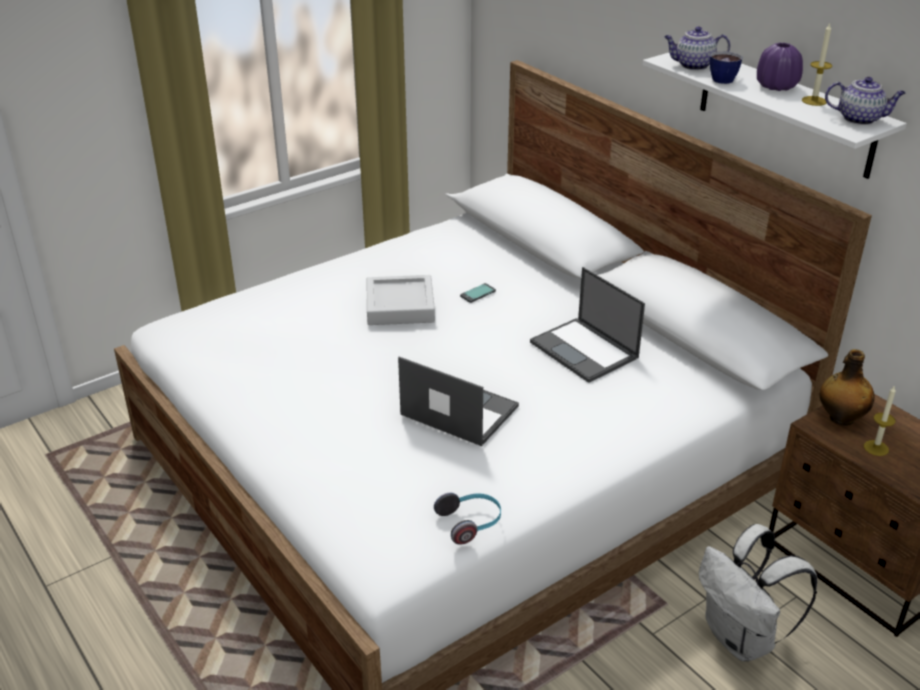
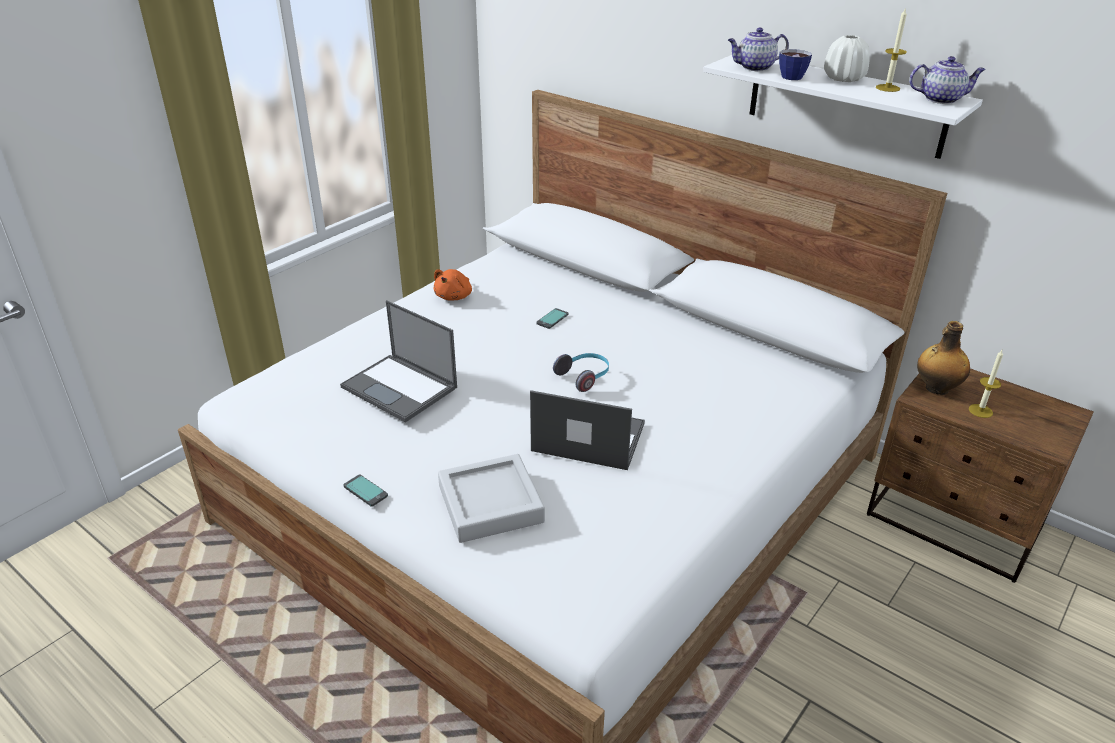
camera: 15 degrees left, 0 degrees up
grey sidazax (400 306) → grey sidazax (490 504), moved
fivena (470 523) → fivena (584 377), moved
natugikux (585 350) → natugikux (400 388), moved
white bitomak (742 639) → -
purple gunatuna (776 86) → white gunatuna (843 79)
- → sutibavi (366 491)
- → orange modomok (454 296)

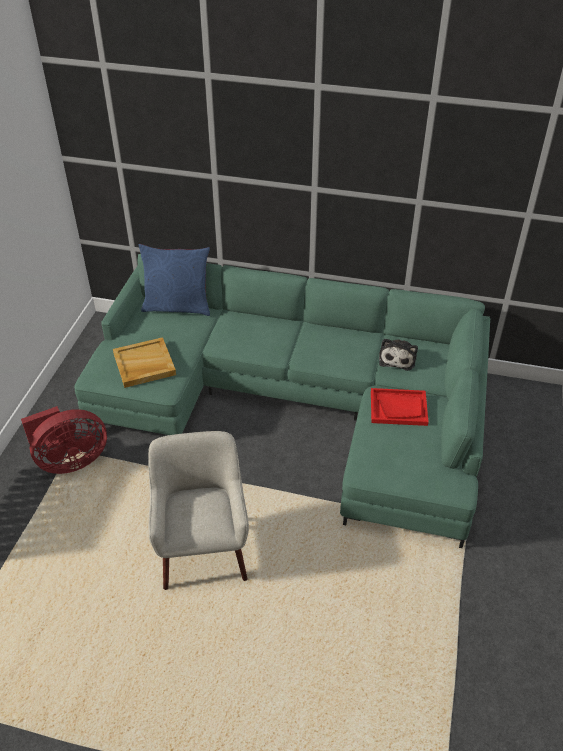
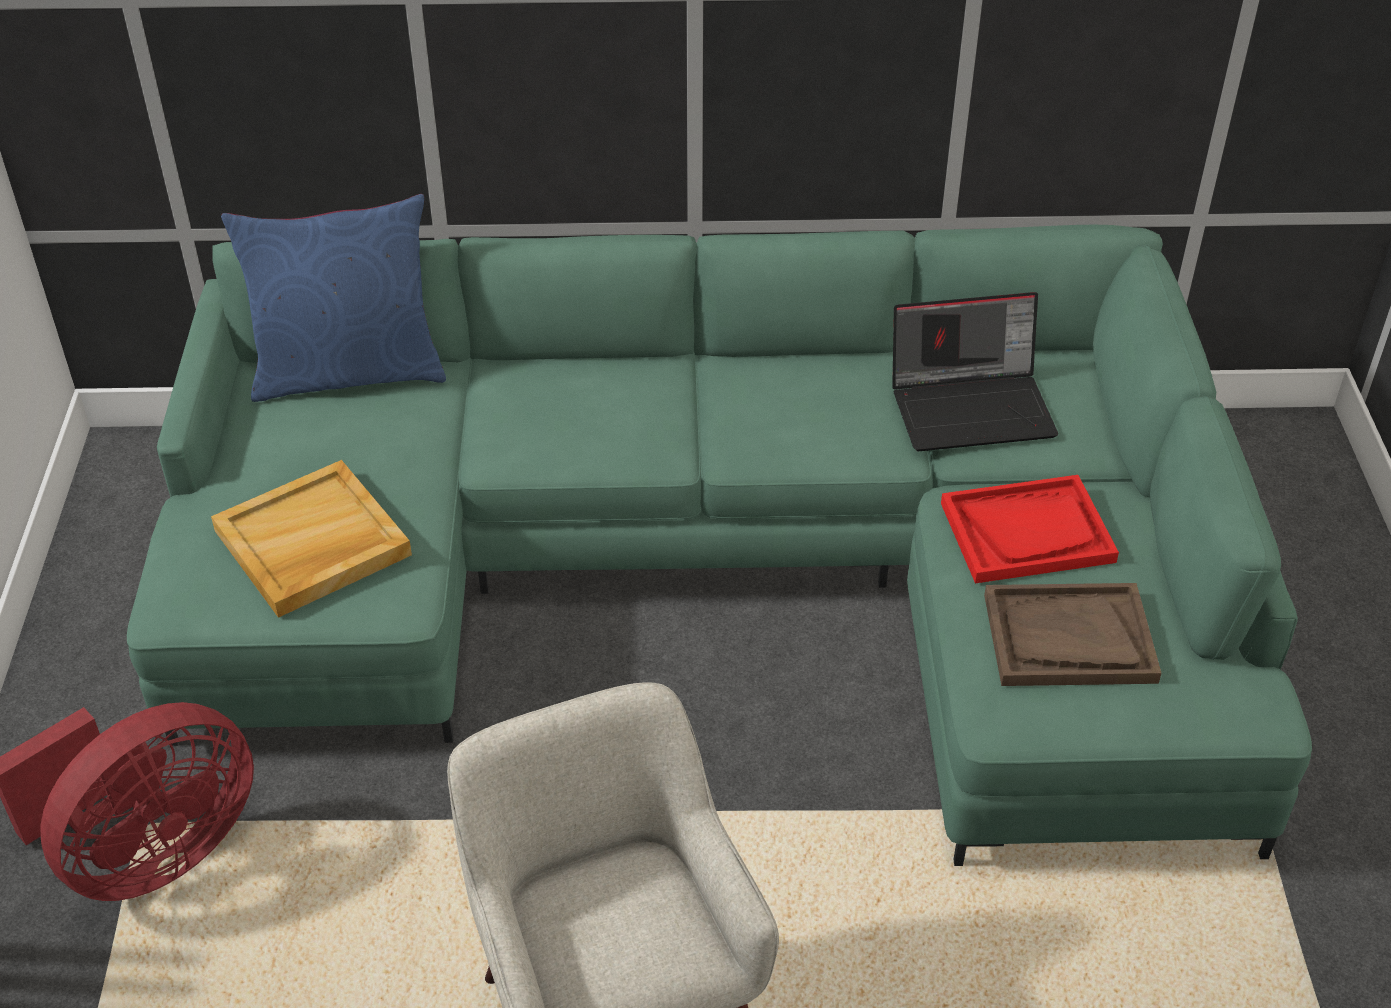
camera: 15 degrees left, 0 degrees up
modomok (397 358) → natugikux (972 406)
- → brown sidazax (1068 638)

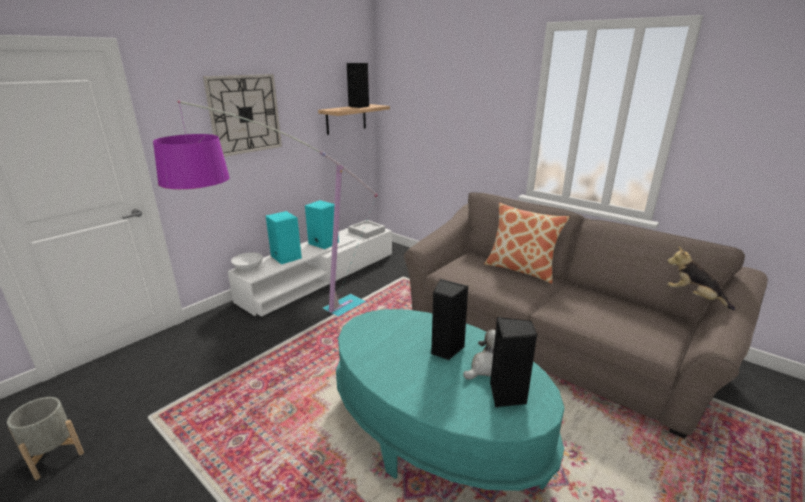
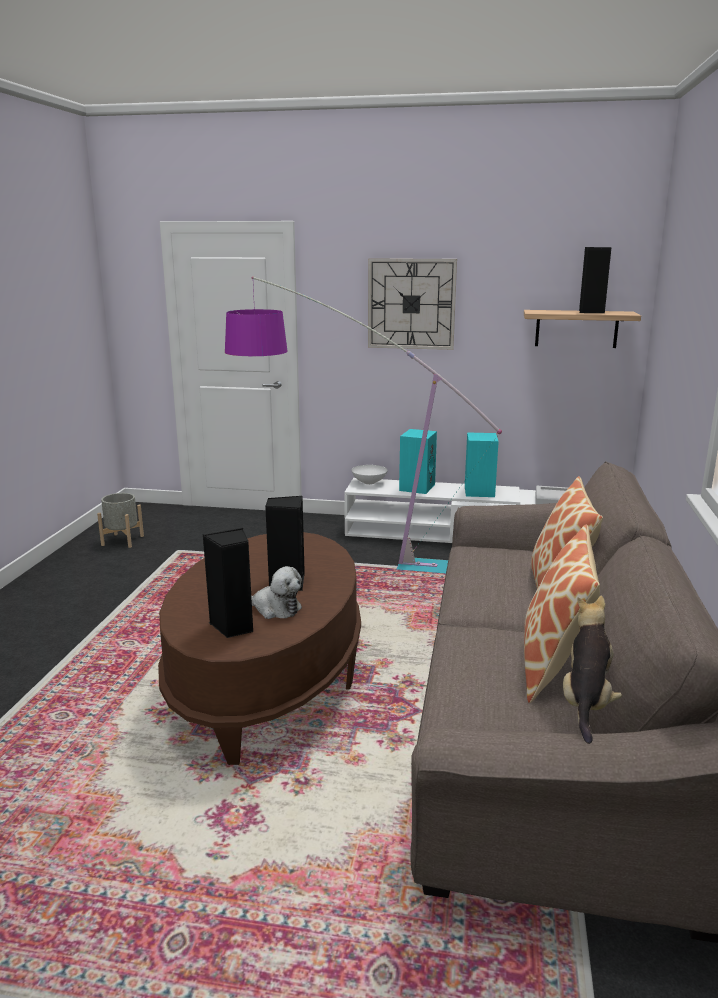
camera: 60 degrees right, 5 degrees down
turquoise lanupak (436 429) → brown lanupak (268 678)
- → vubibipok (553 665)

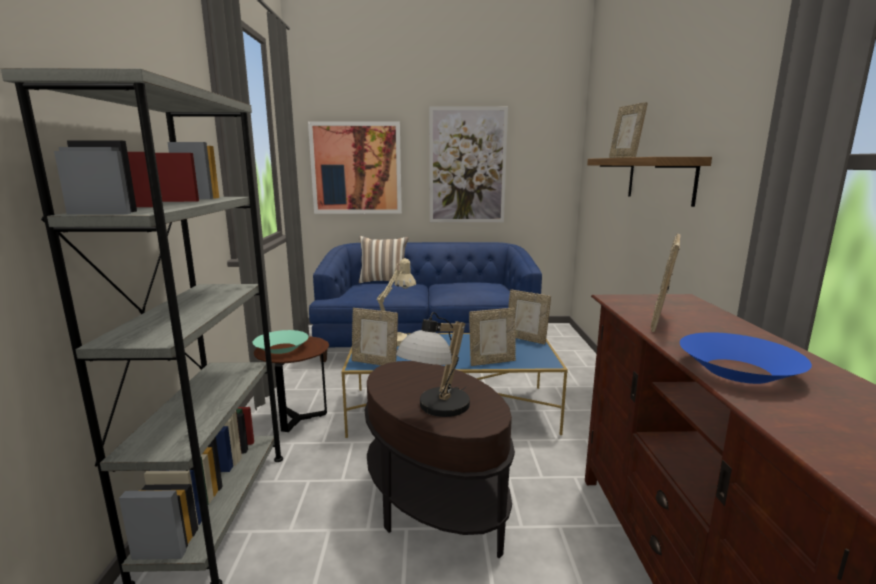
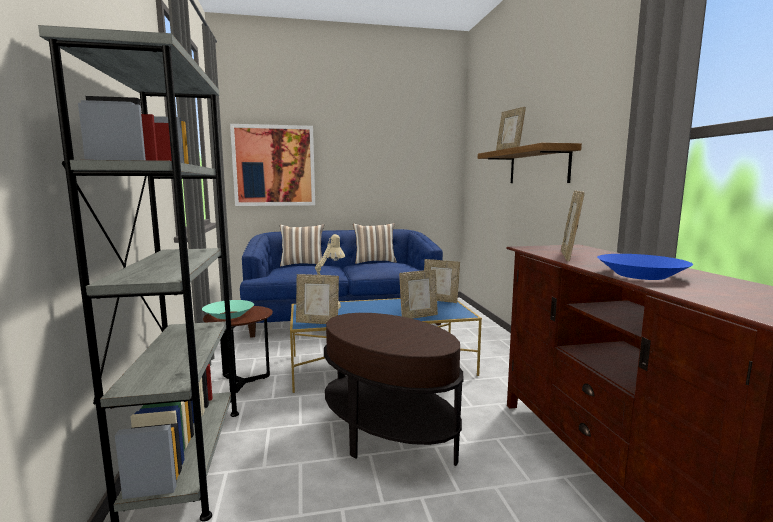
camera: 10 degrees left, 5 degrees down
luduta (436 410) → -
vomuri (467 166) → -
- → vubibipok (375 261)

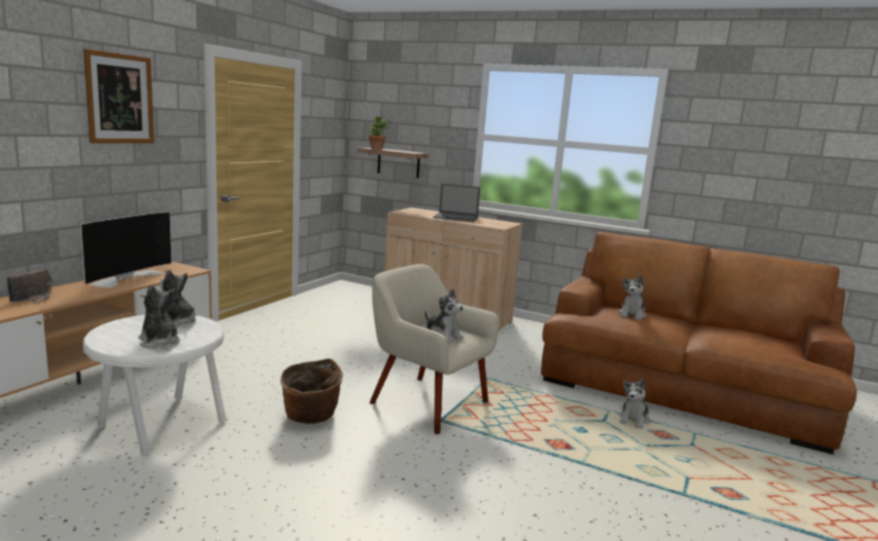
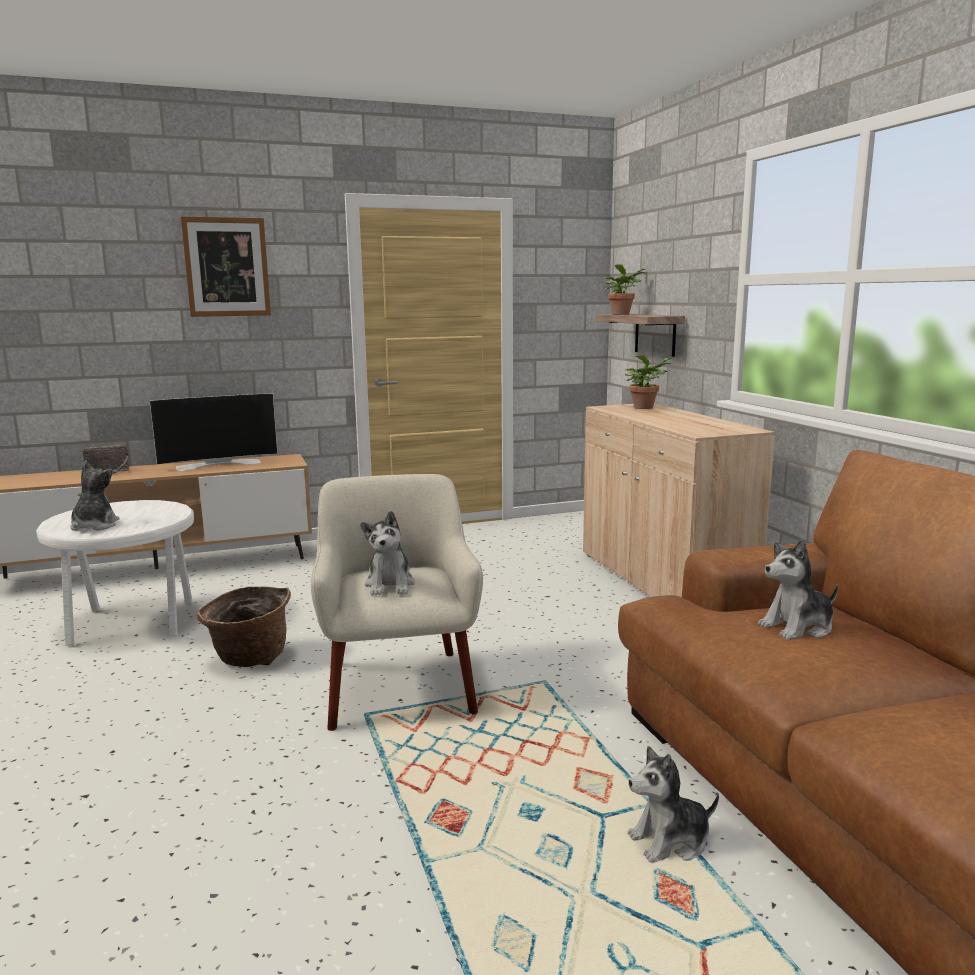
camera: 45 degrees right, 0 degrees up
modomok (176 322) → -
natugikux (456 218) → -
- → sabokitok (645 407)

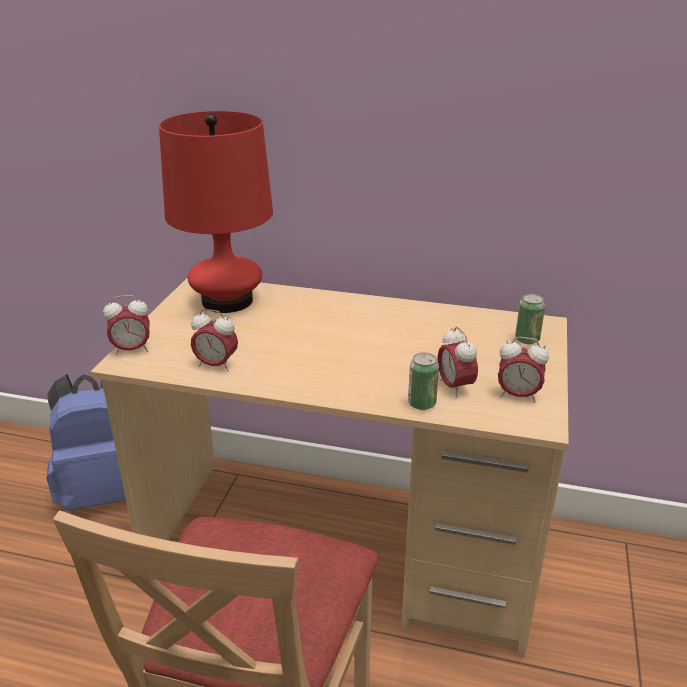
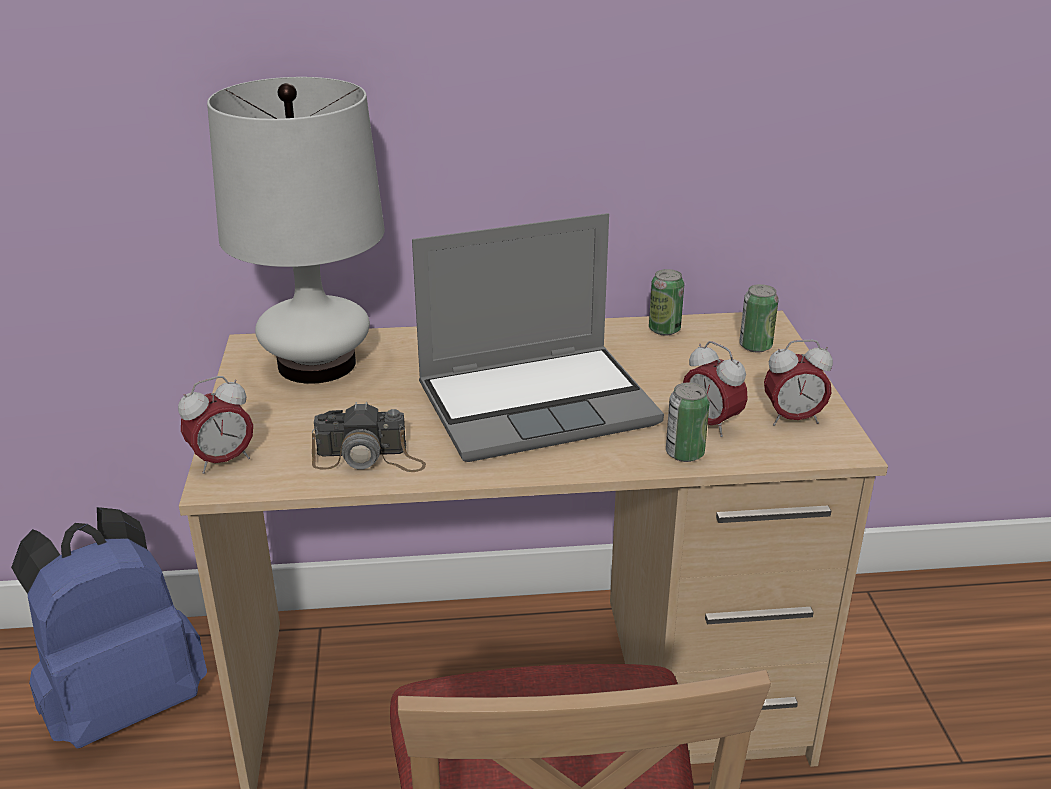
camera: 20 degrees left, 0 degrees up
red luduta (227 301) → white luduta (317 364)
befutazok (216 365) → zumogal (369 458)
- → natugikux (538 403)
- → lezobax (664 330)

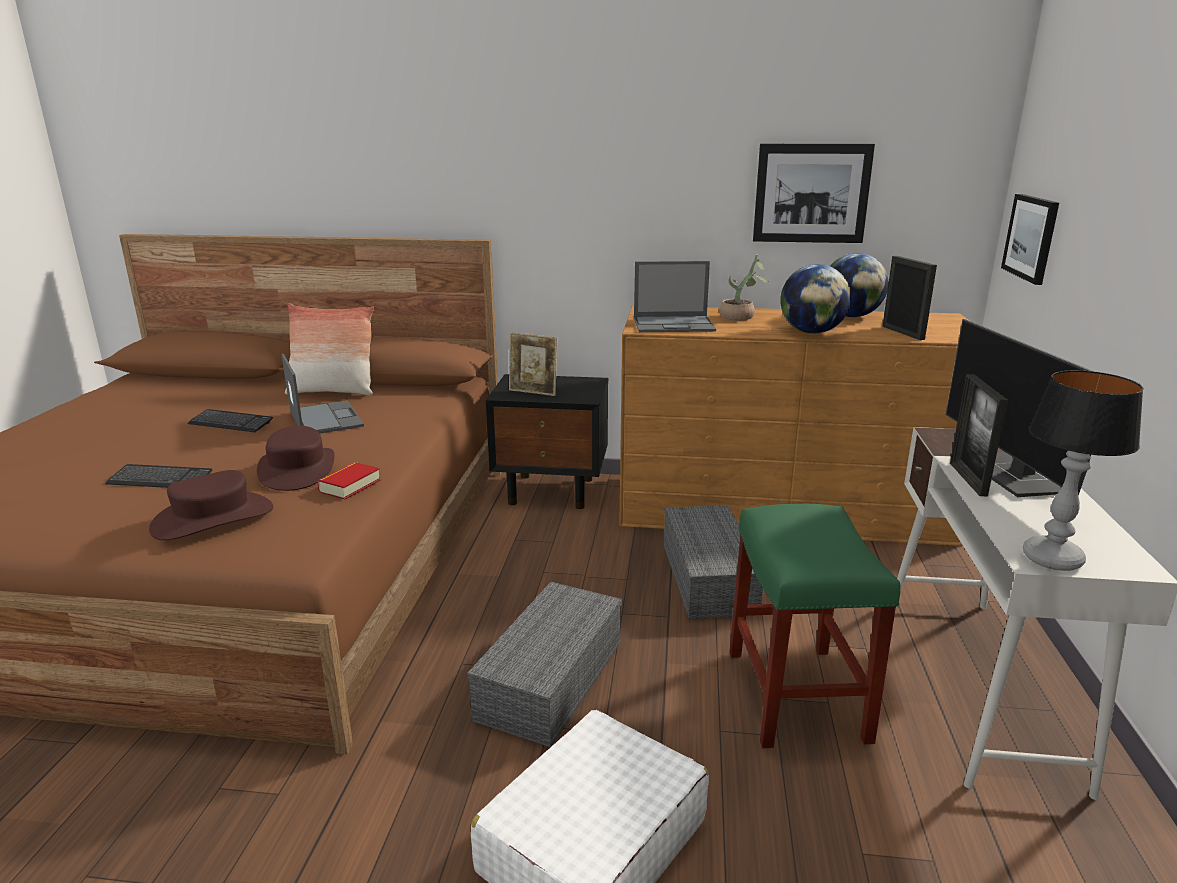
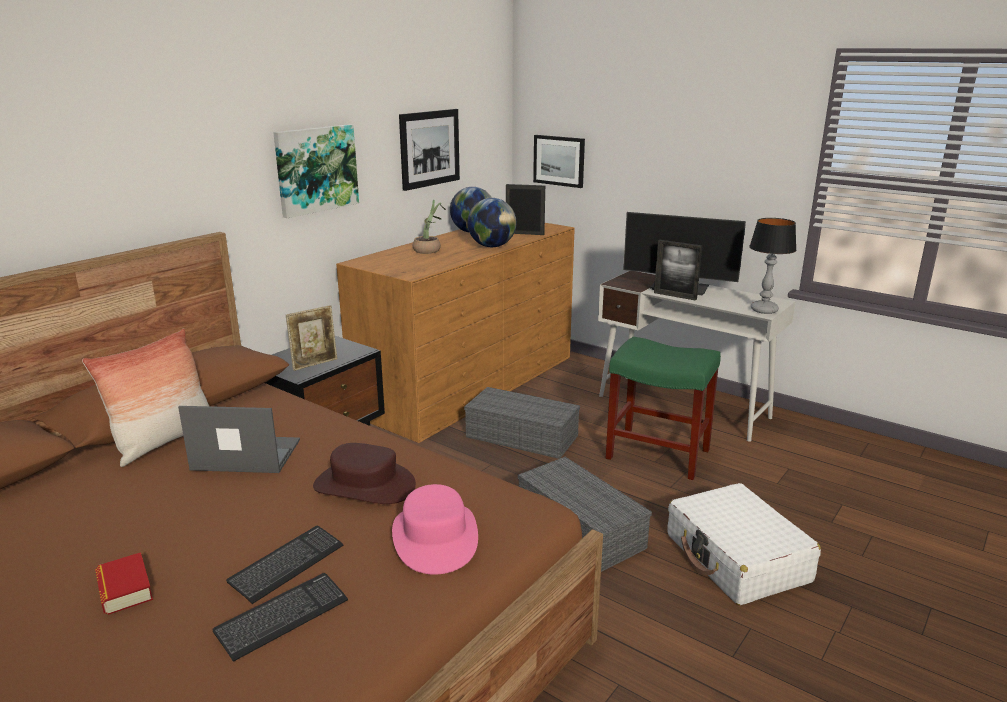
camera: 60 degrees left, 0 degrees up
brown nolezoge (213 518) → pink nolezoge (435 537)
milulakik (231 423) → milulakik (282 617), moved
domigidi (350 486) → domigidi (125 589), moved
natugikux (674 324) → -
- → vomuri (316 169)

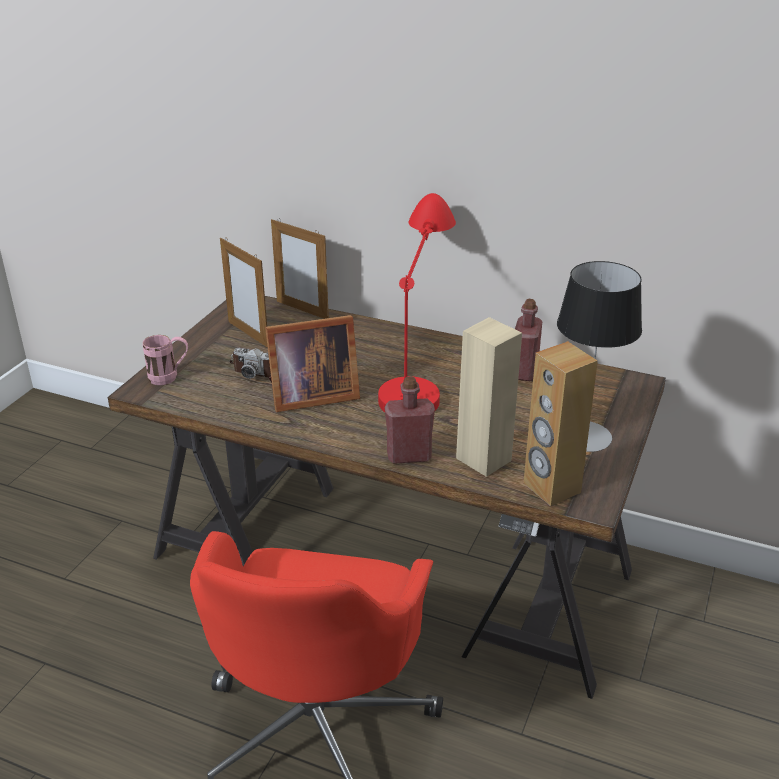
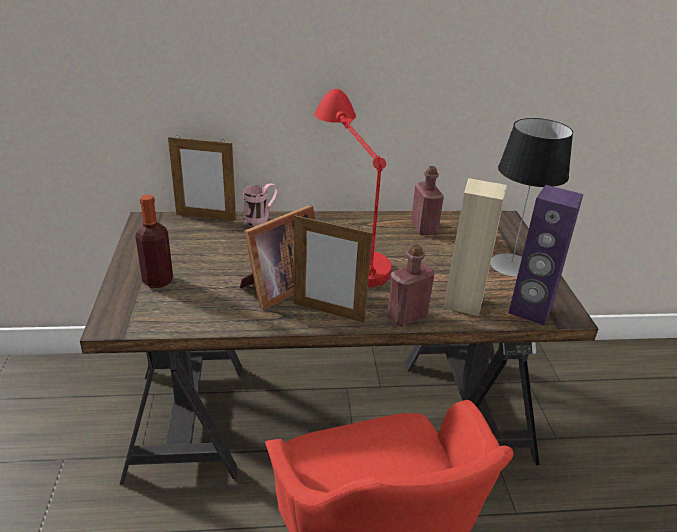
camera: 30 degrees left, 0 degrees up
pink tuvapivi (170 378) → pink tuvapivi (261 220), moved
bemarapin (248 334) → bemarapin (328 312), moved
zumogal (258 369) → -
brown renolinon (551 488) → purple renolinon (530 311)
- → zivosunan (158 281)

